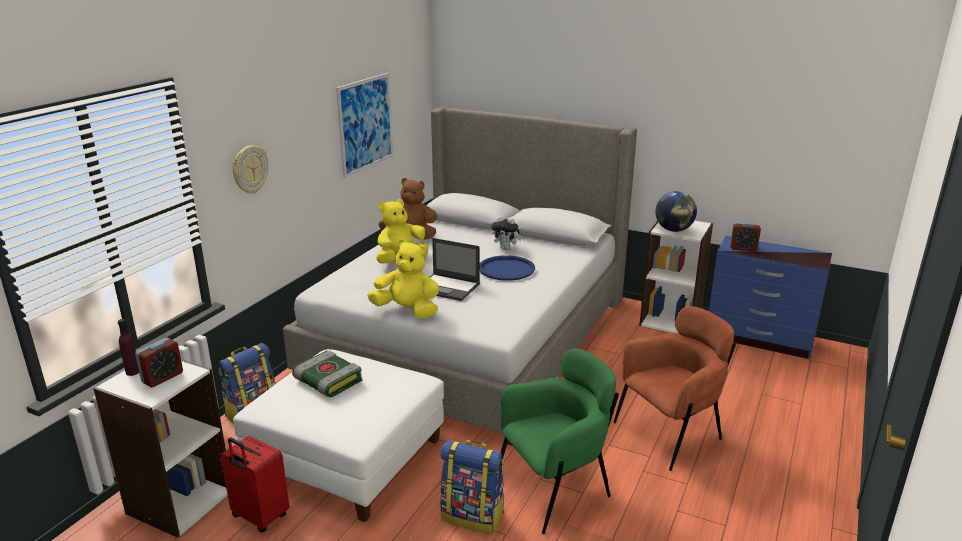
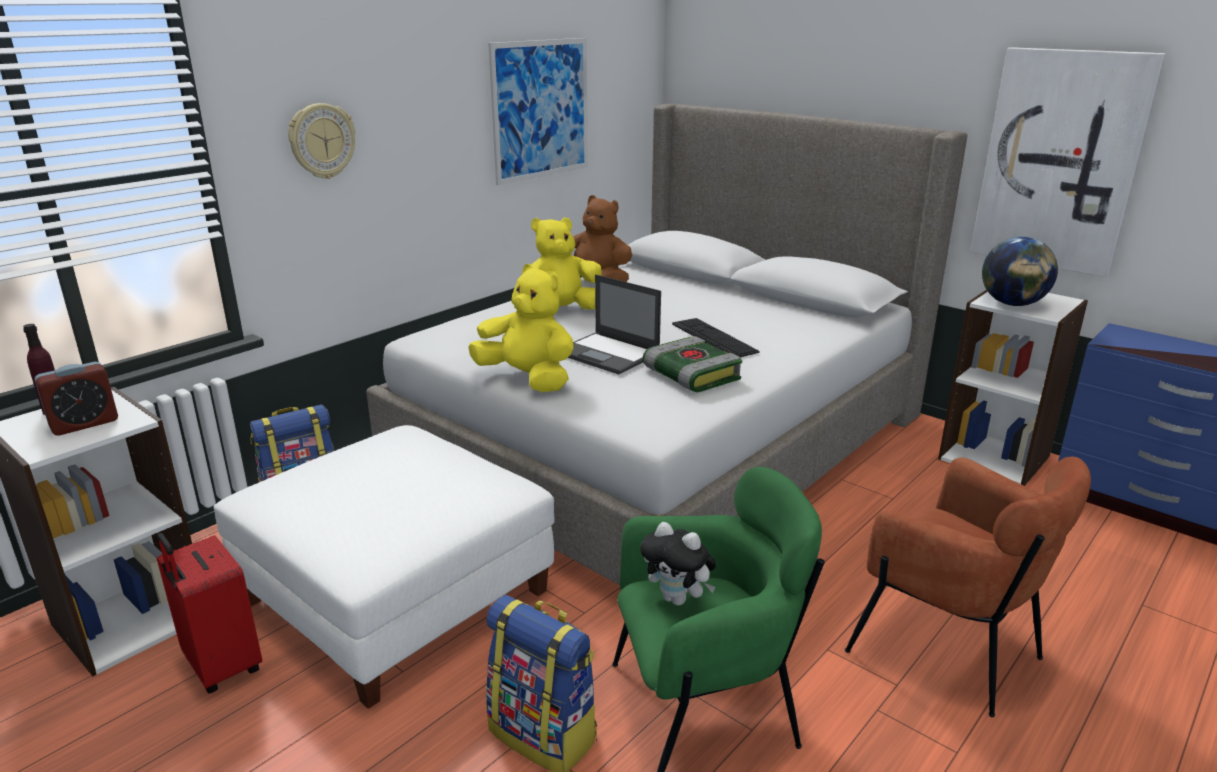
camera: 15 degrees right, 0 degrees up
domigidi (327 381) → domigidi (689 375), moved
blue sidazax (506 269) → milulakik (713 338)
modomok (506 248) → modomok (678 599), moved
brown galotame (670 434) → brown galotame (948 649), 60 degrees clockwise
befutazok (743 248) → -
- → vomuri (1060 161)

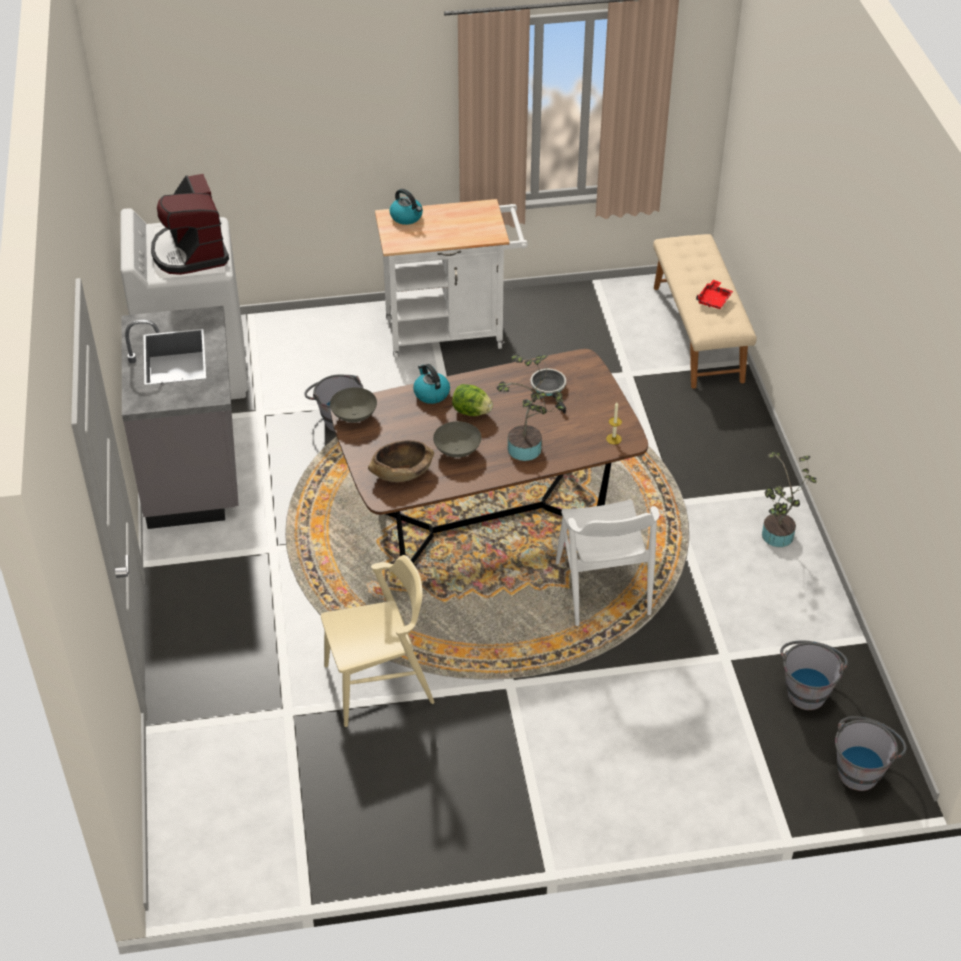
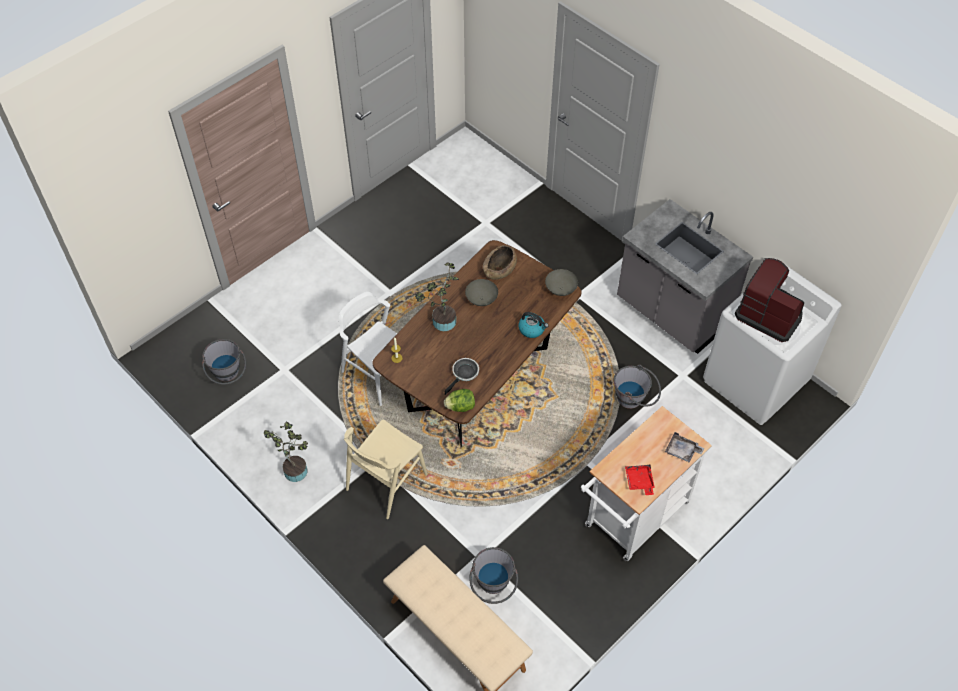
camera: 145 degrees right, 10 degrees up
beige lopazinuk (379 684) → beige lopazinuk (386 482), moved
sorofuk (407 217) → grey sidazax (682 451)
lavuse (471 412) → lavuse (460 407), moved
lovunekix (549 388) → lovunekix (464 374), 90 degrees counterclockwise
red sidazax (714 300) → red sidazax (639 481), moved
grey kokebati (862 768) → grey kokebati (493 587), moved

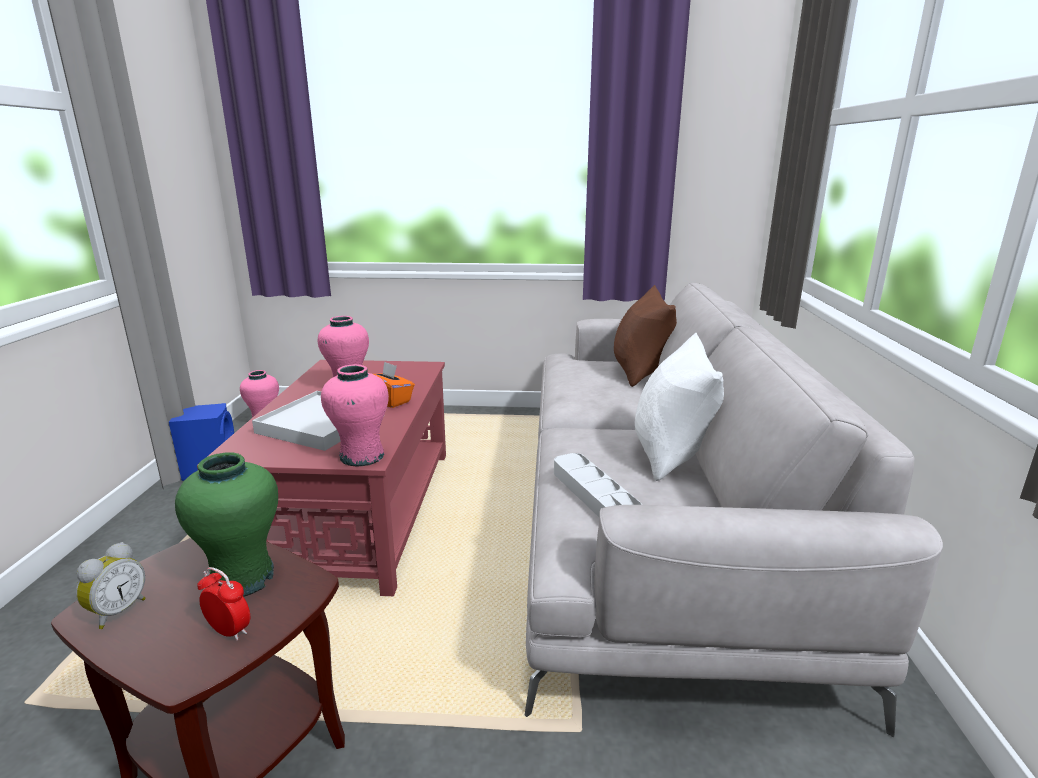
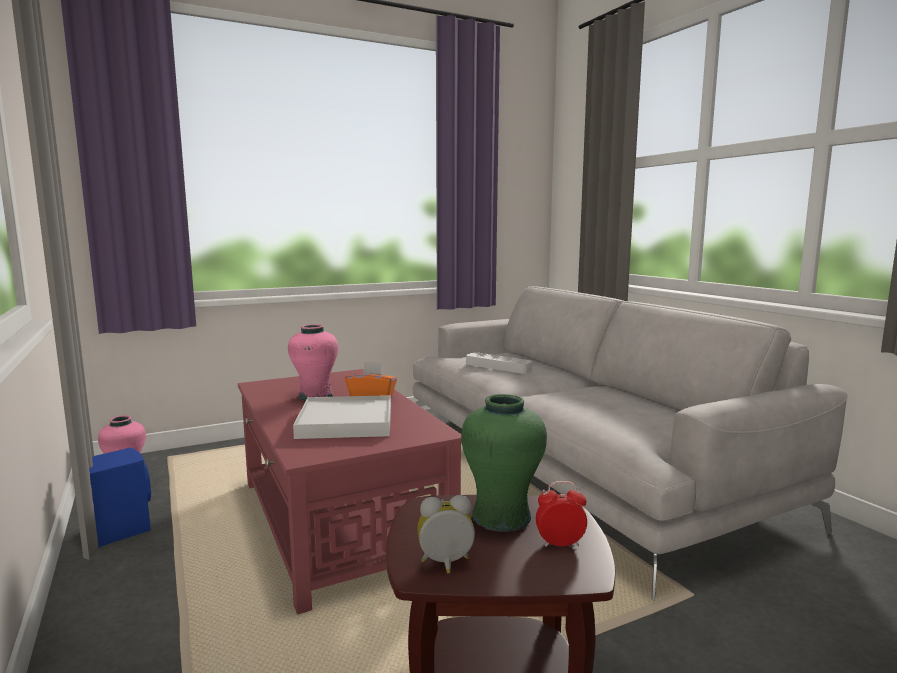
camera: 30 degrees left, 10 degrees down
befutazok (117 611) → befutazok (446 565), 90 degrees counterclockwise
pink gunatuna (362 456) → -
grey sidazax (594 495) → grey sidazax (498 367), moved
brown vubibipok (640 371) → -
white vubibipok (671 453) → -

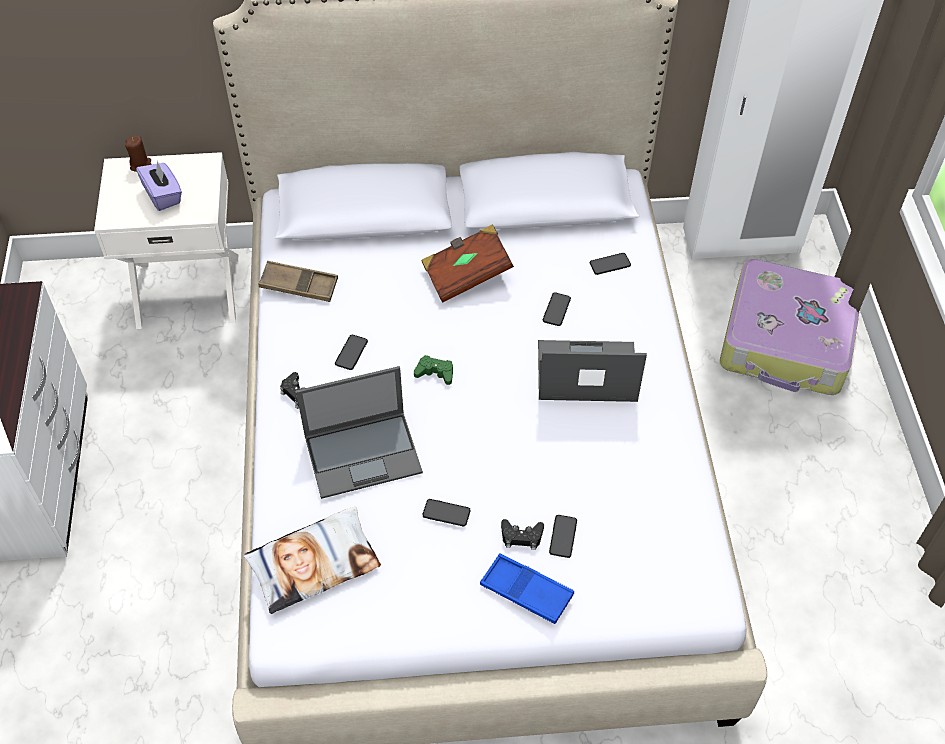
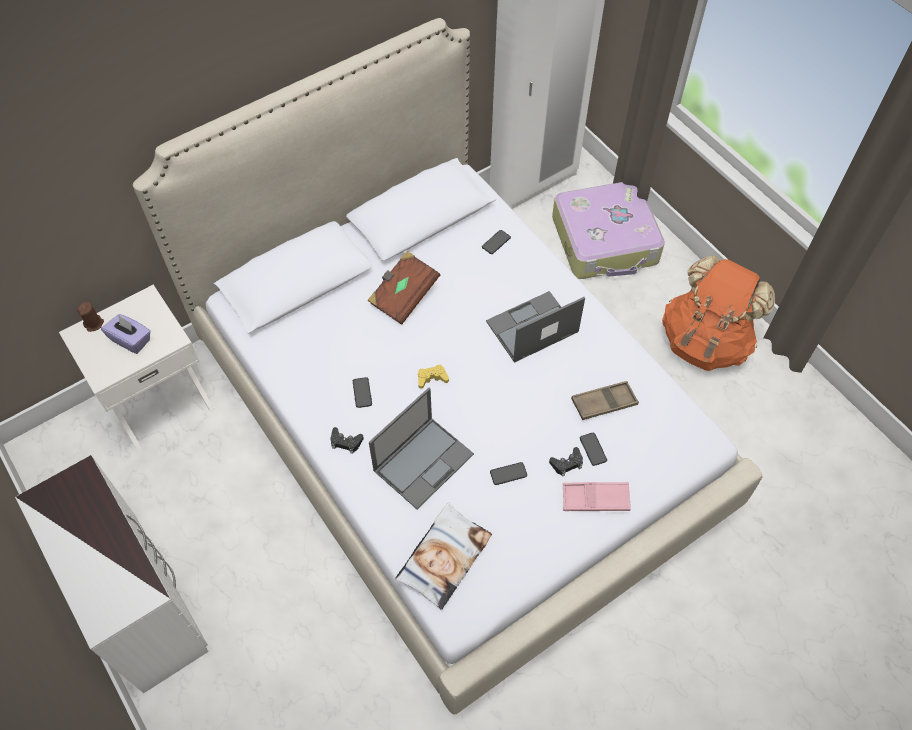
camera: 30 degrees left, 5 degrees up
brown sidazax (299 285) → brown sidazax (604 403), moved
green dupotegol (435 373) → yellow dupotegol (432 378)
blue sidazax (526 591) → pink sidazax (595 499)
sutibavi (556 310) → -
- → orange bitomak (705 341)

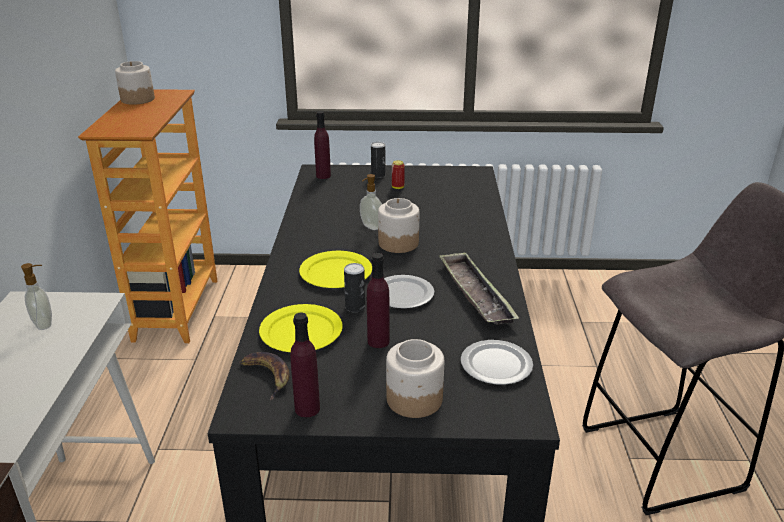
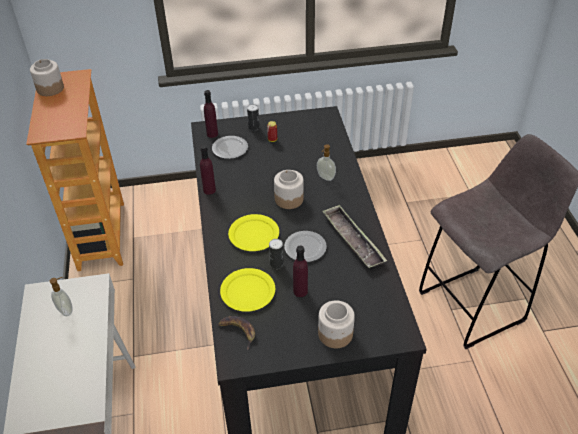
camera: 10 degrees left, 15 degrees up
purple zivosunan (307 408) → purple zivosunan (209 190), moved
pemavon (371 227) → pemavon (325 177), moved
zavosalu (496 364) → zavosalu (230 148), moved

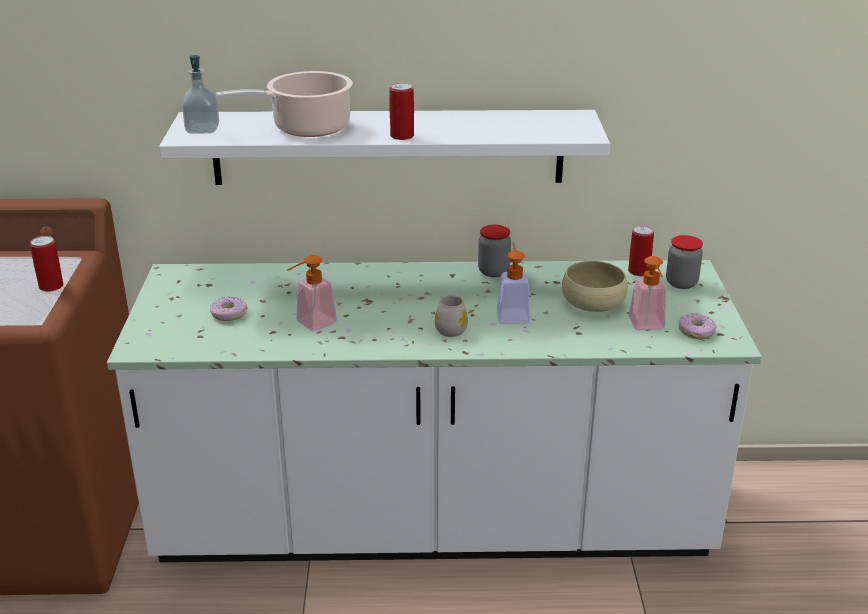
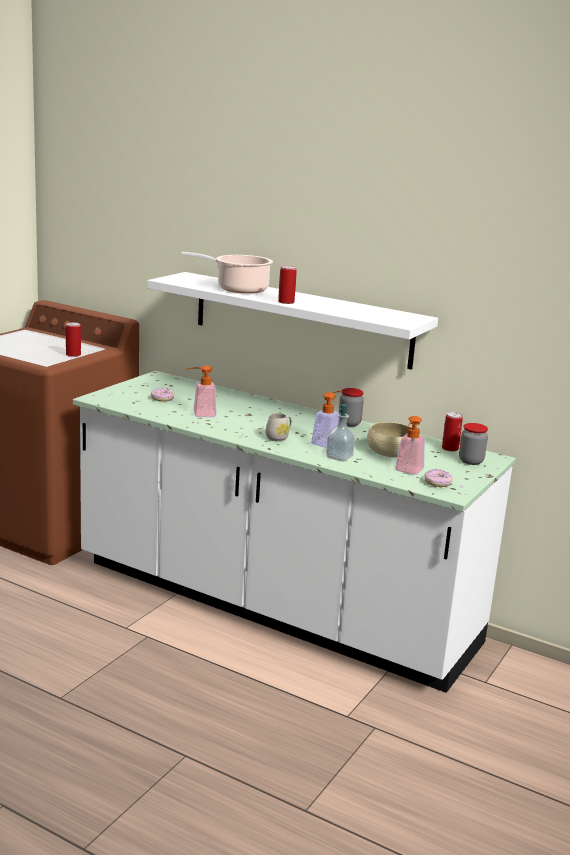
camera: 30 degrees right, 10 degrees down
pemavon (202 129) → pemavon (339 457), moved

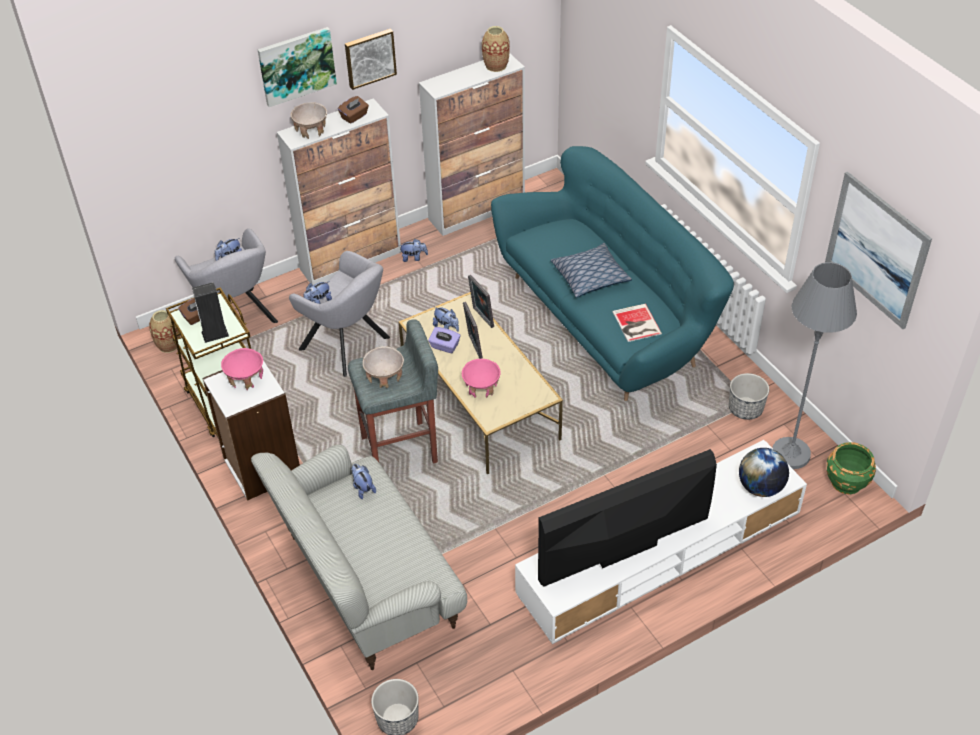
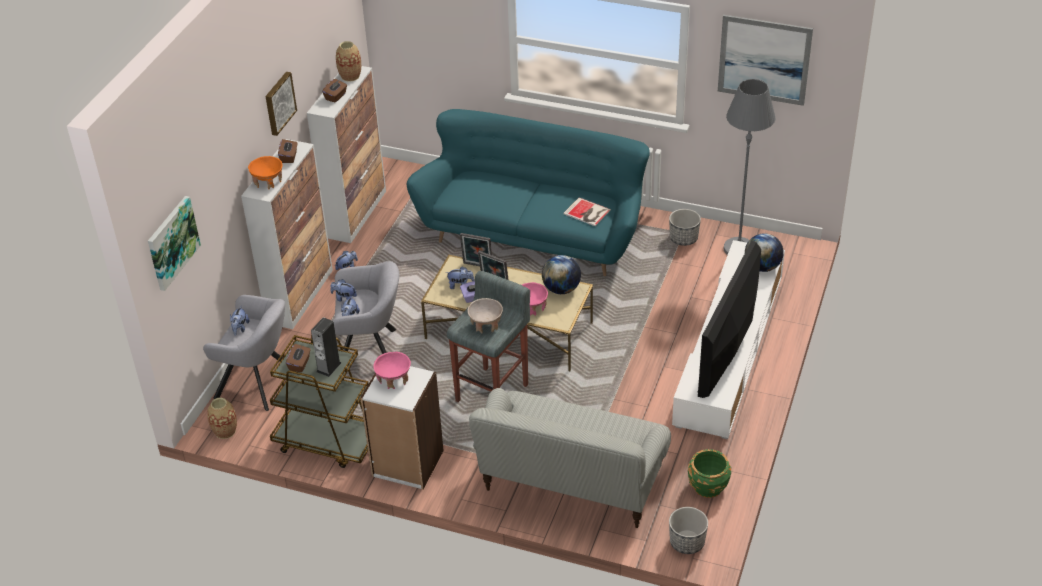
camera: 40 degrees left, 5 degrees down
vomuri (296 65) → vomuri (172 242), moved
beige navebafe (311 130) → orange navebafe (268 182)
modomok (363 488) → modomok (344 299), moved
vubibipok (590 277) → -
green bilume (846 482) → green bilume (708 486), moved
- → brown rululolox (336 96)
- → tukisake (561 289)

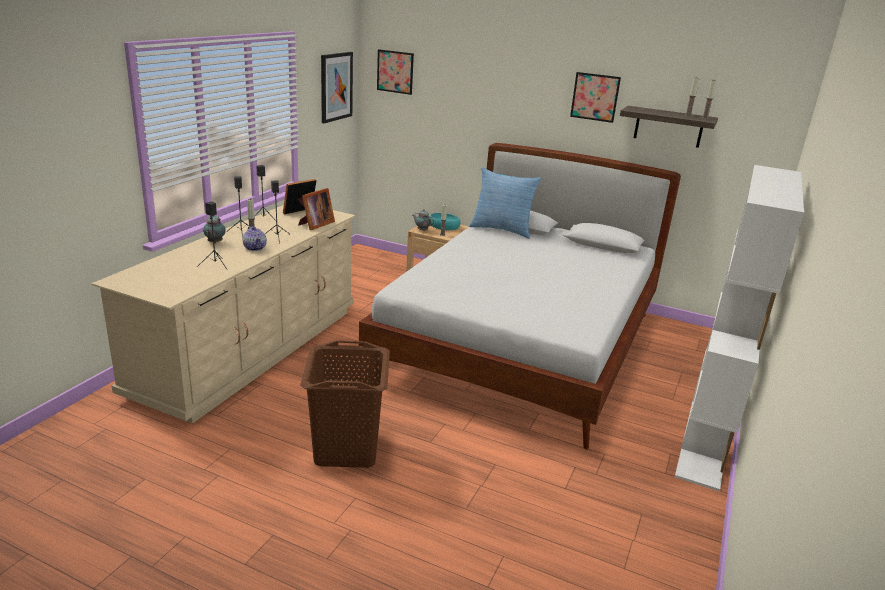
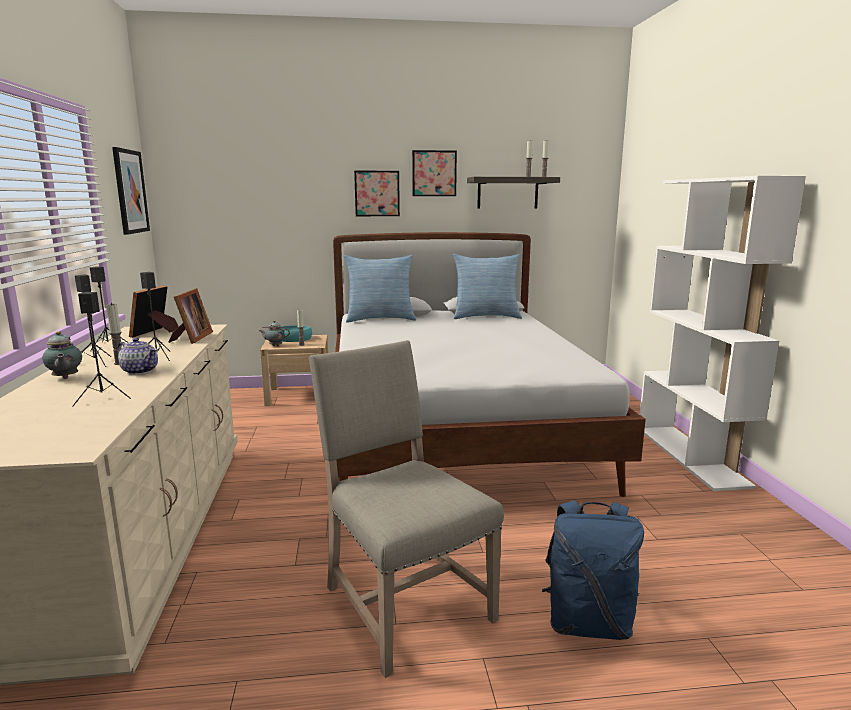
camera: 30 degrees left, 10 degrees down
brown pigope (347 448) → beige lopazinuk (402 602)
vomuri (395 72) → vomuri (377 193), moved
- → vubibipok (485 316)
- → blue bitomak (588 623)

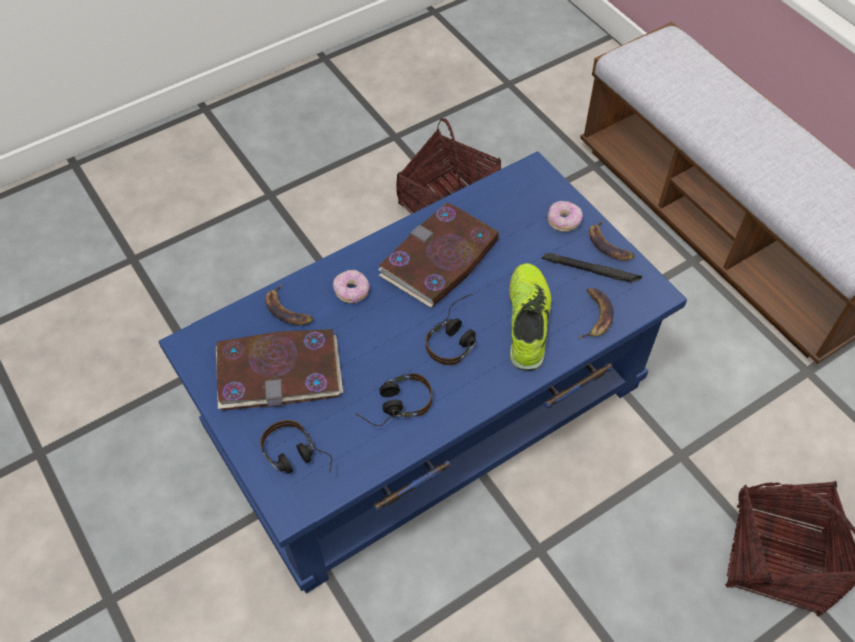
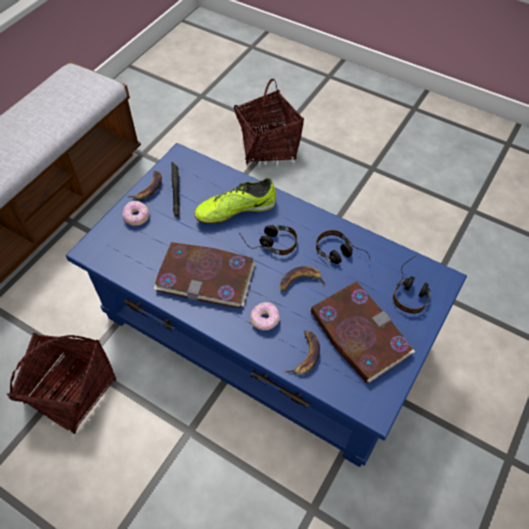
camera: 115 degrees left, 0 degrees up
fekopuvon (595 315) → fekopuvon (300 281), moved

